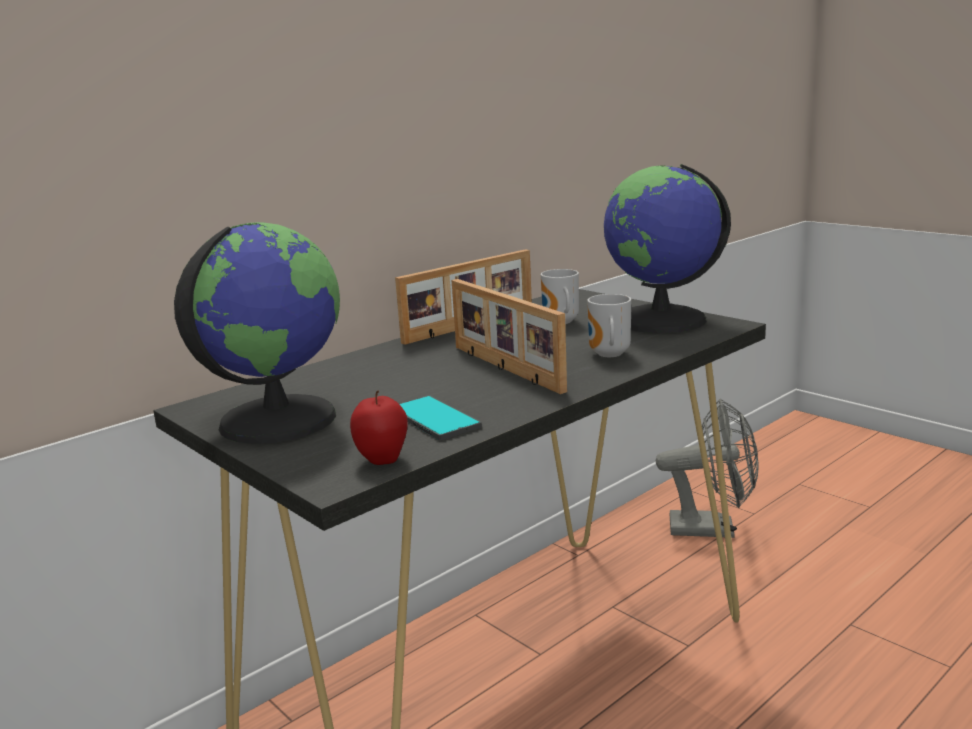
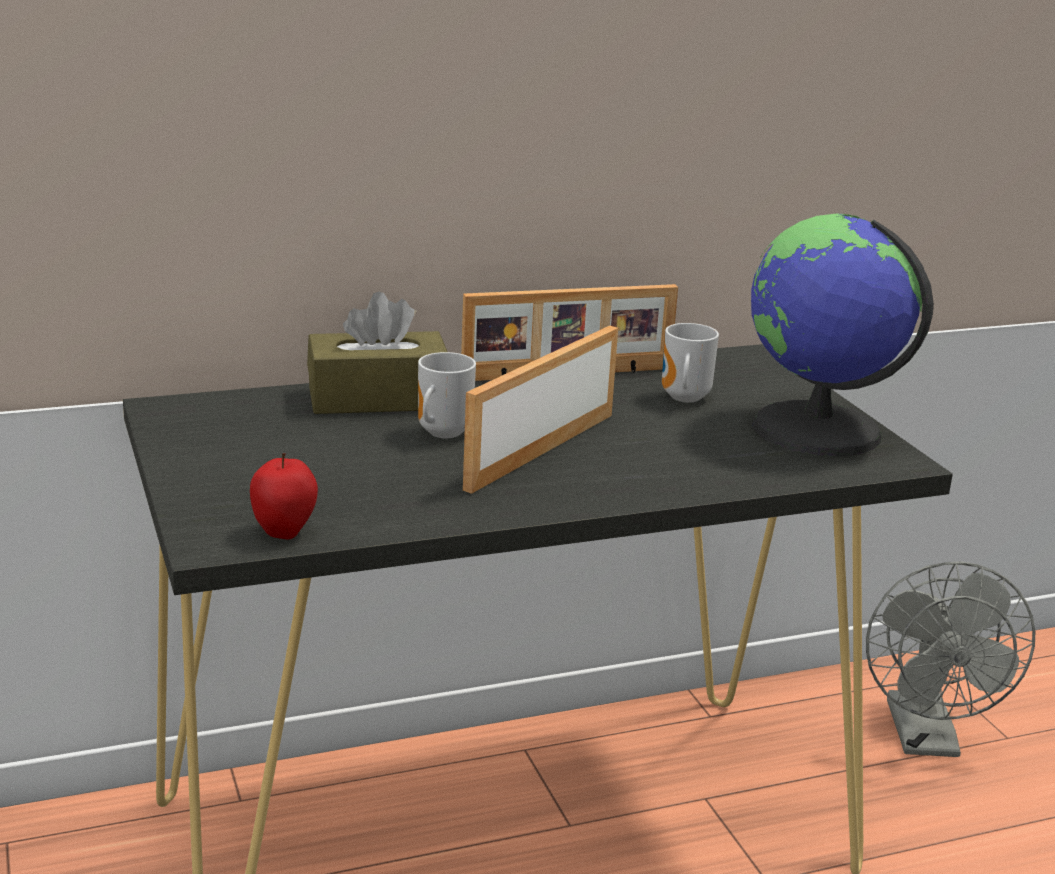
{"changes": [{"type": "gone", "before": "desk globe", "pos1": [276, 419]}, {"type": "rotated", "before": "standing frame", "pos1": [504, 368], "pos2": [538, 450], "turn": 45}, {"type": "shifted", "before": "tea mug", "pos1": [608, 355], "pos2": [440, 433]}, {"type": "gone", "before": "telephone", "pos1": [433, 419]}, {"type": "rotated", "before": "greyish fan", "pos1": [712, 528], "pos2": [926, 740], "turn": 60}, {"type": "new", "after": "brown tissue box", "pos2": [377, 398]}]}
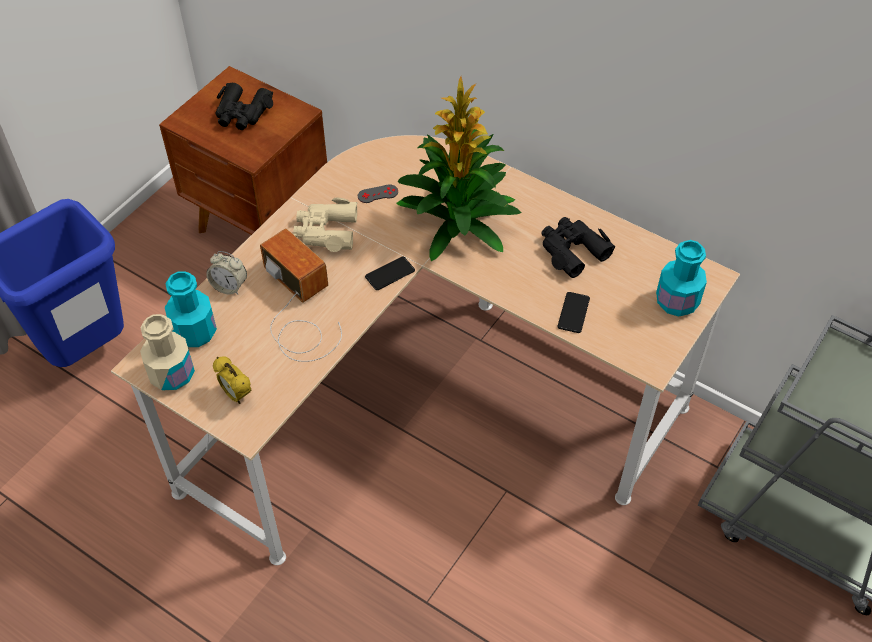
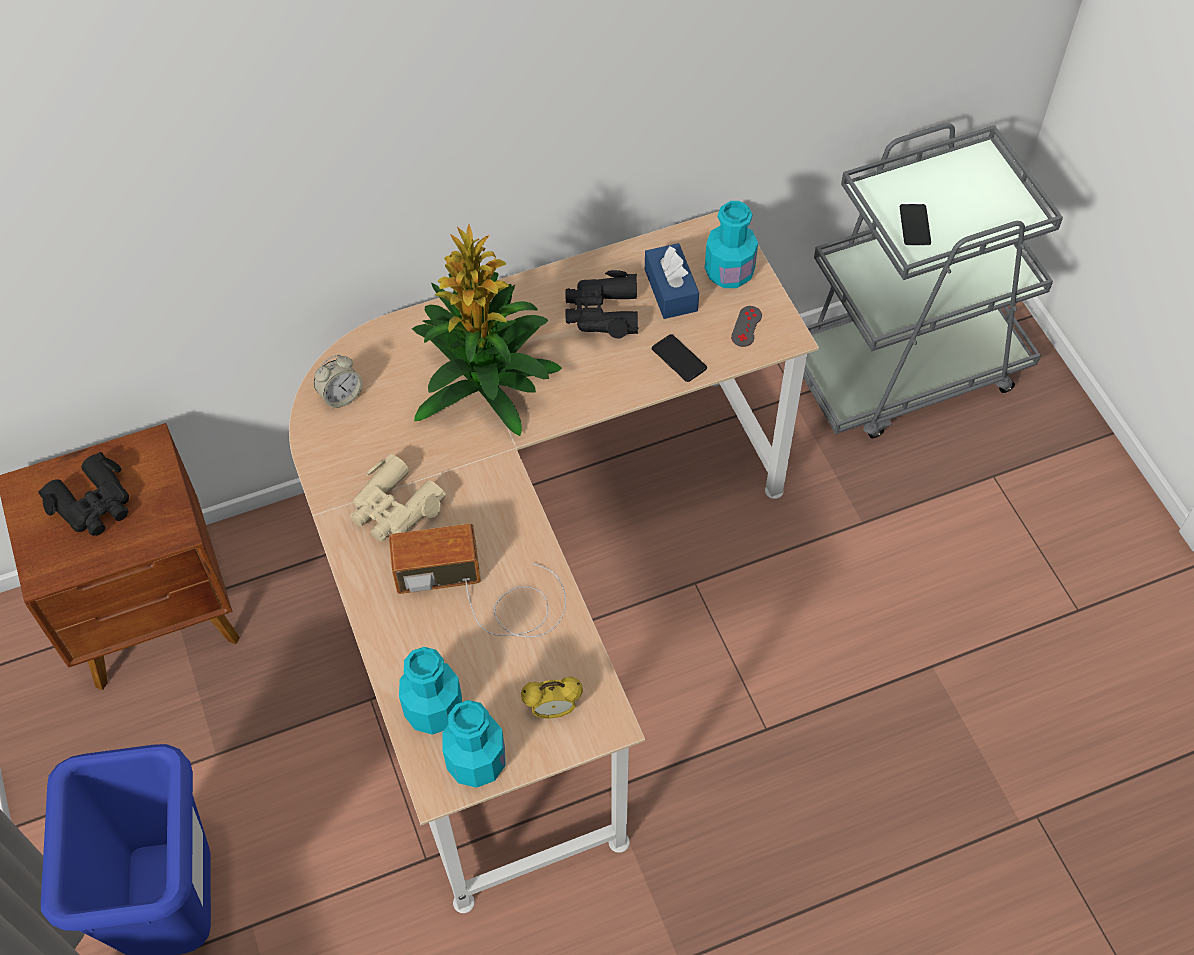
{"changes": [{"type": "shifted", "before": "greyish gamepad", "pos1": [378, 194], "pos2": [746, 326]}, {"type": "shifted", "before": "alarm clock", "pos1": [229, 286], "pos2": [341, 396]}, {"type": "shifted", "before": "telephone", "pos1": [390, 274], "pos2": [914, 225]}, {"type": "repainted", "before": "beige-coloured drink bottle", "after": "turquoise drink bottle", "pos1": [172, 374], "pos2": [476, 761]}, {"type": "new", "after": "blue tissue box", "pos2": [670, 290]}]}
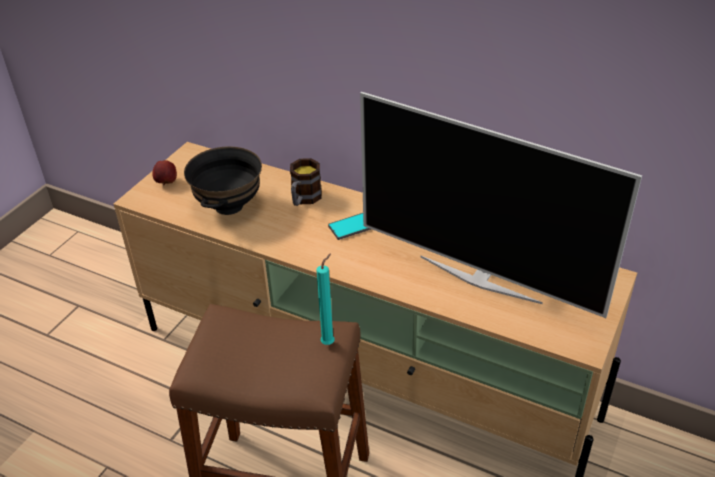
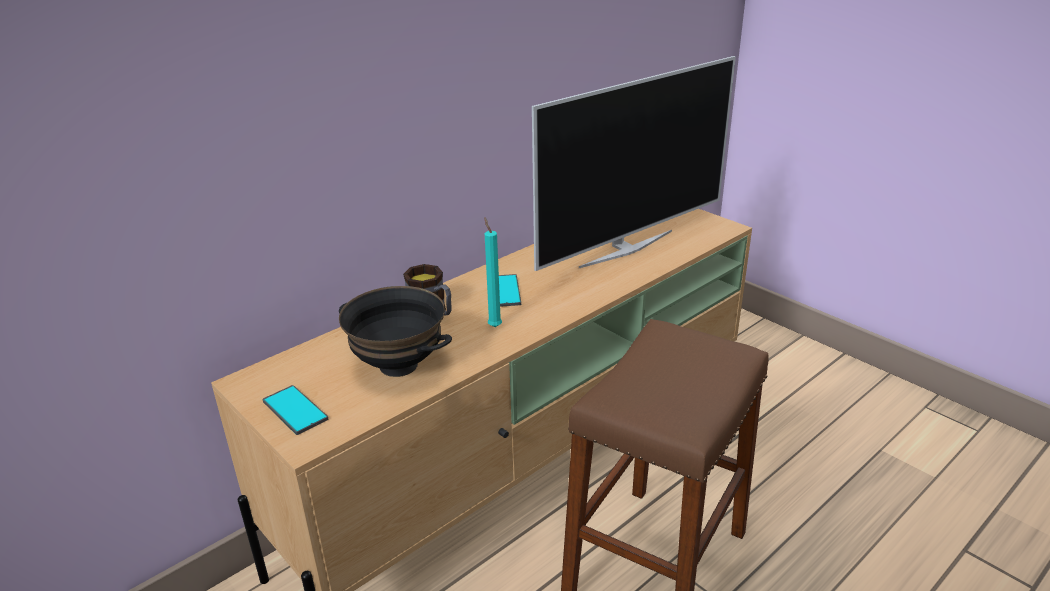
{"changes": [{"type": "swapped", "before": "apple fruit", "after": "telephone", "pos1": [166, 182], "pos2": [295, 410]}, {"type": "shifted", "before": "turquoise candle", "pos1": [329, 342], "pos2": [494, 326]}]}
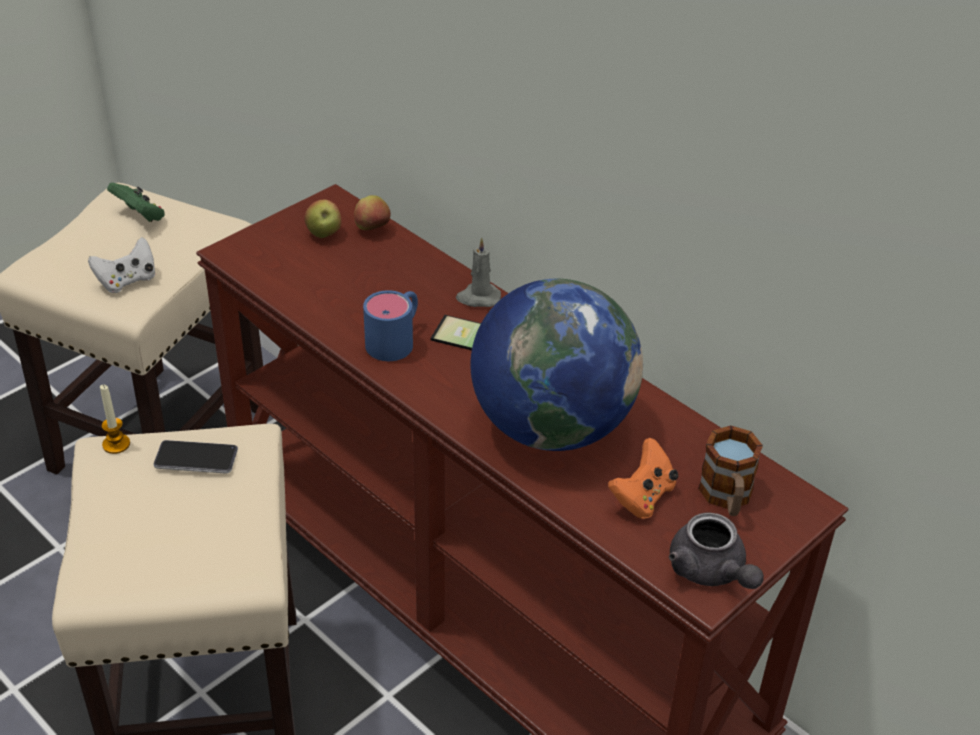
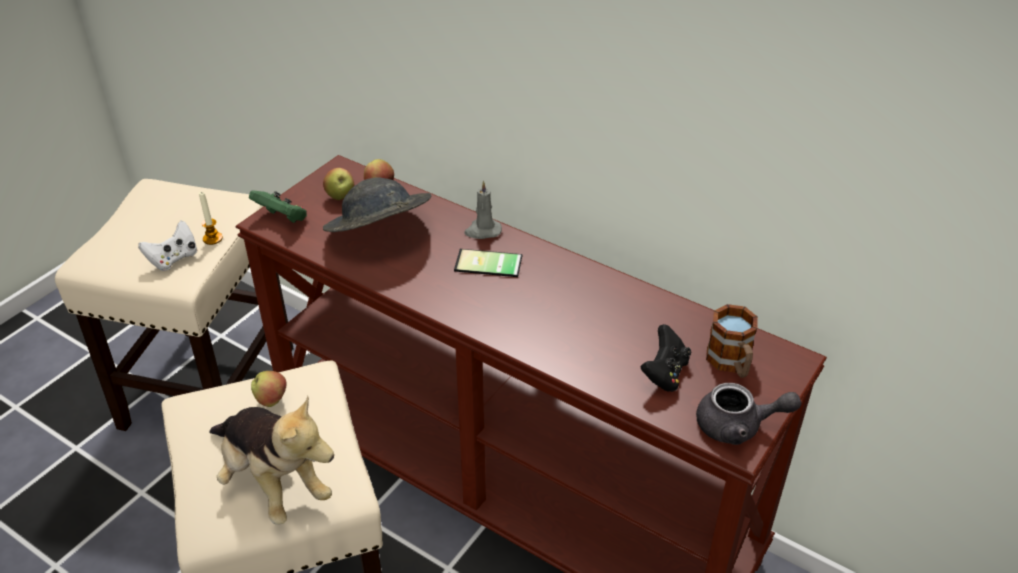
{"changes": [{"type": "shifted", "before": "green gamepad", "pos1": [140, 216], "pos2": [282, 218]}, {"type": "gone", "before": "desk globe", "pos1": [551, 426]}, {"type": "gone", "before": "blue tea mug", "pos1": [396, 339]}, {"type": "shifted", "before": "candle", "pos1": [116, 444], "pos2": [212, 238]}, {"type": "repainted", "before": "orange-coloured gamepad", "after": "black gamepad", "pos1": [643, 497], "pos2": [664, 373]}, {"type": "swapped", "before": "telephone", "after": "apple fruit", "pos1": [196, 458], "pos2": [272, 400]}, {"type": "rotated", "before": "greyish tea pot", "pos1": [711, 572], "pos2": [738, 426], "turn": -45}, {"type": "new", "after": "greyish clothing hat", "pos2": [379, 234]}, {"type": "new", "after": "cuddly toy", "pos2": [273, 482]}]}
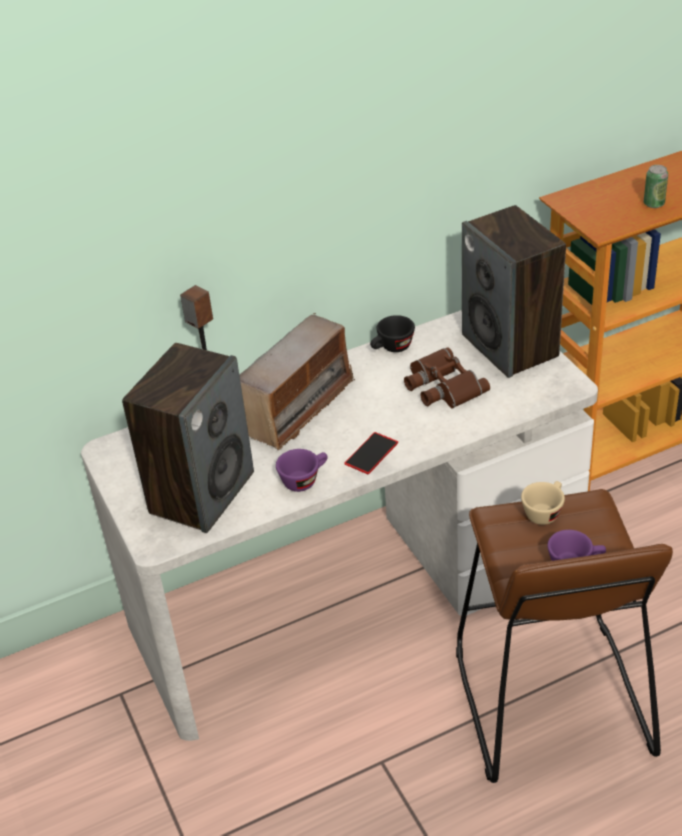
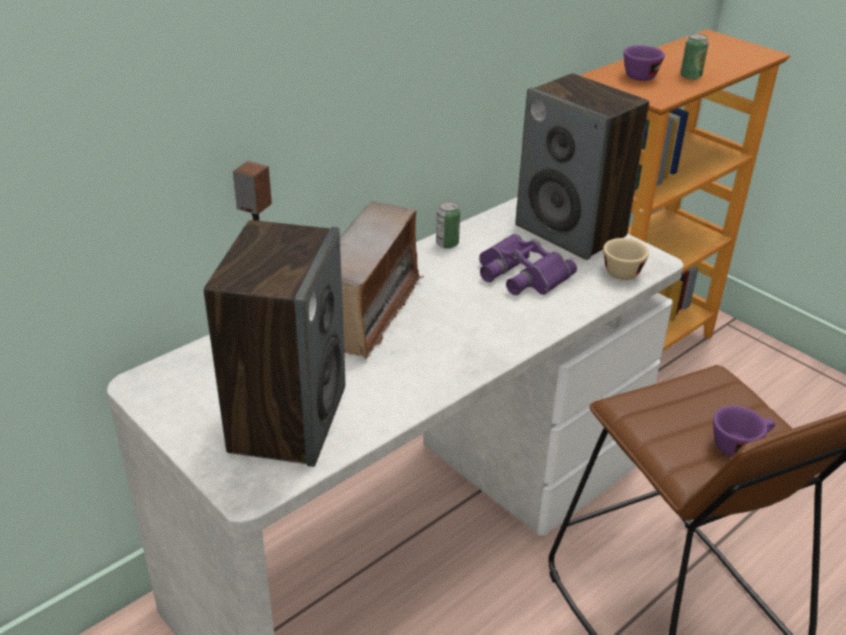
{"changes": [{"type": "swapped", "before": "black cup", "after": "can", "pos1": [392, 348], "pos2": [447, 244]}, {"type": "repainted", "before": "brown binoculars", "after": "purple-coloured binoculars", "pos1": [441, 386], "pos2": [520, 274]}, {"type": "gone", "before": "telephone", "pos1": [371, 453]}, {"type": "shifted", "before": "purple-coloured cup", "pos1": [304, 479], "pos2": [642, 75]}, {"type": "shifted", "before": "beige-coloured cup", "pos1": [544, 511], "pos2": [622, 270]}]}
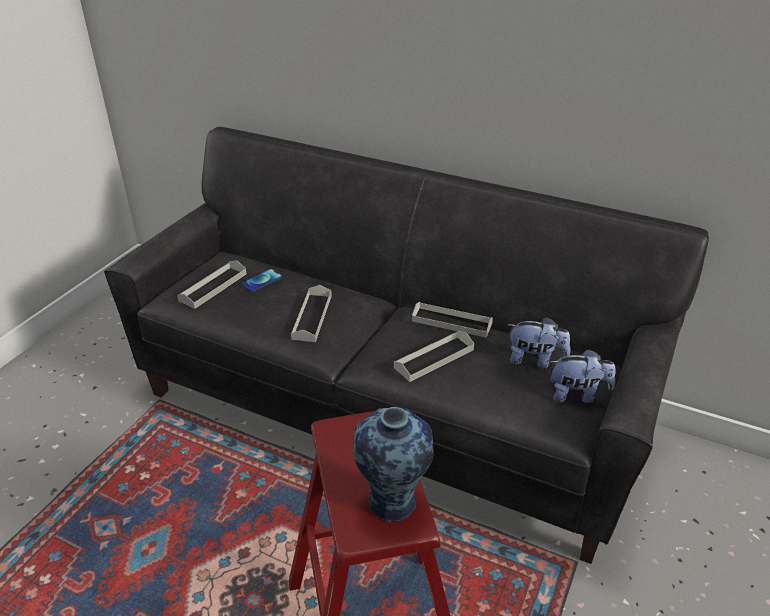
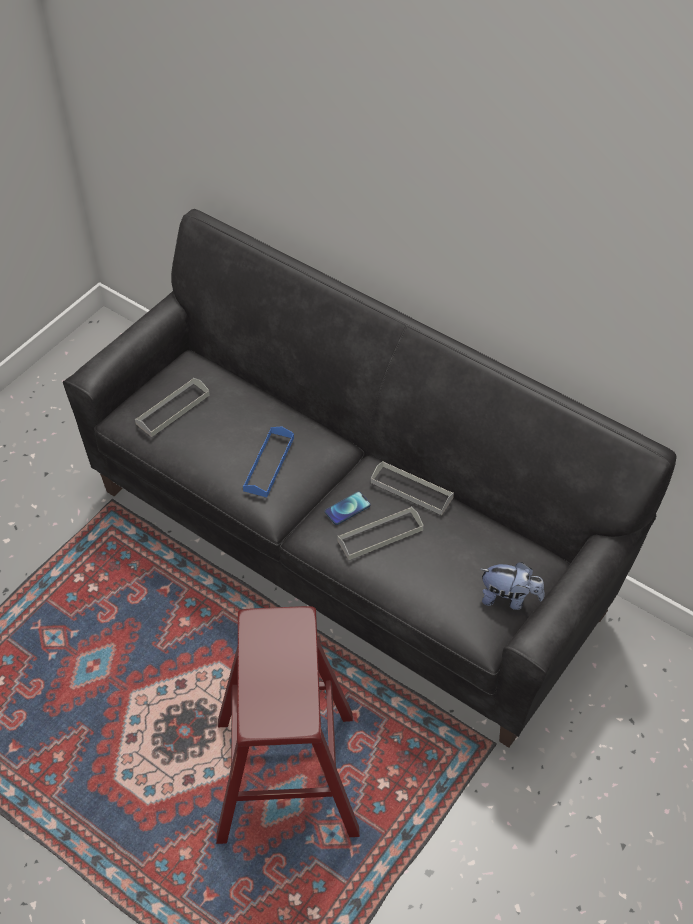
{"changes": [{"type": "shifted", "before": "telephone", "pos1": [262, 281], "pos2": [347, 508]}, {"type": "repainted", "before": "greyish carrying tray", "after": "blue carrying tray", "pos1": [312, 317], "pos2": [269, 464]}, {"type": "gone", "before": "cuddly toy", "pos1": [535, 360]}, {"type": "gone", "before": "vase", "pos1": [392, 504]}]}
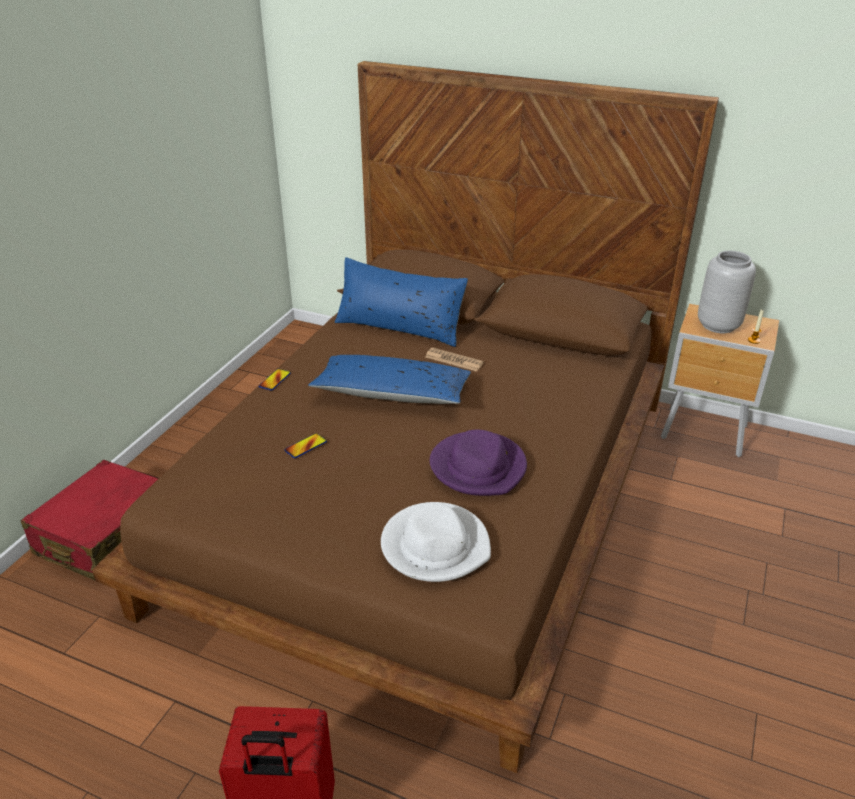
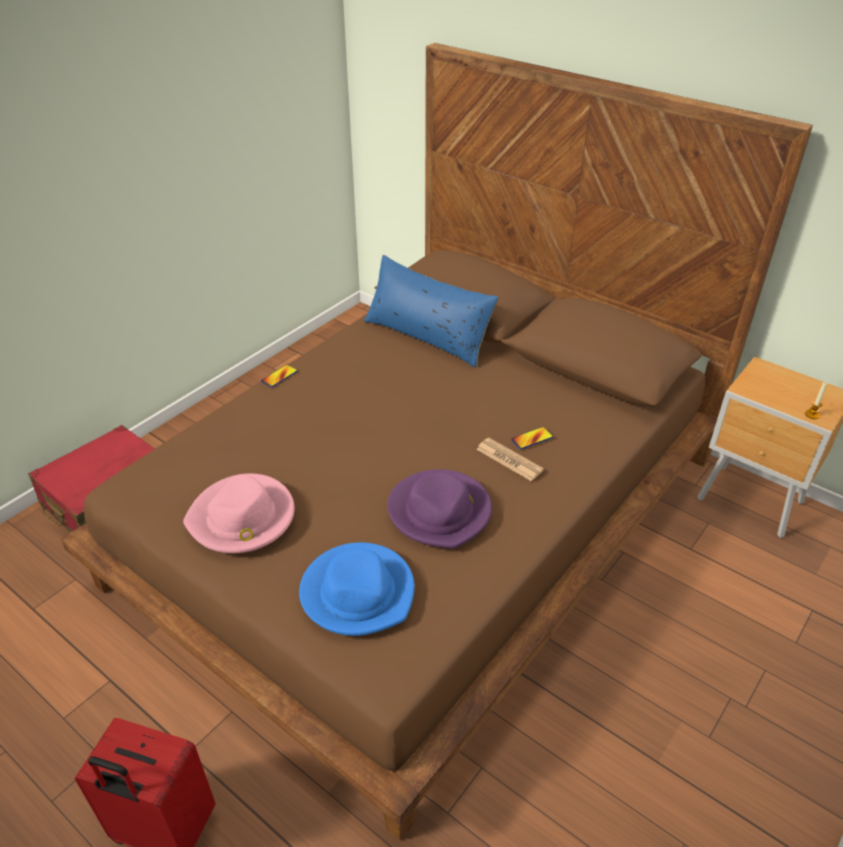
{"changes": [{"type": "gone", "before": "greyish vase", "pos1": [717, 325]}, {"type": "shifted", "before": "newspaper", "pos1": [454, 360], "pos2": [509, 460]}, {"type": "gone", "before": "blue pillow", "pos1": [392, 393]}, {"type": "shifted", "before": "telephone", "pos1": [305, 446], "pos2": [532, 439]}, {"type": "repainted", "before": "white clothing hat", "after": "blue clothing hat", "pos1": [435, 545], "pos2": [358, 592]}, {"type": "new", "after": "pink clothing hat", "pos2": [242, 518]}]}
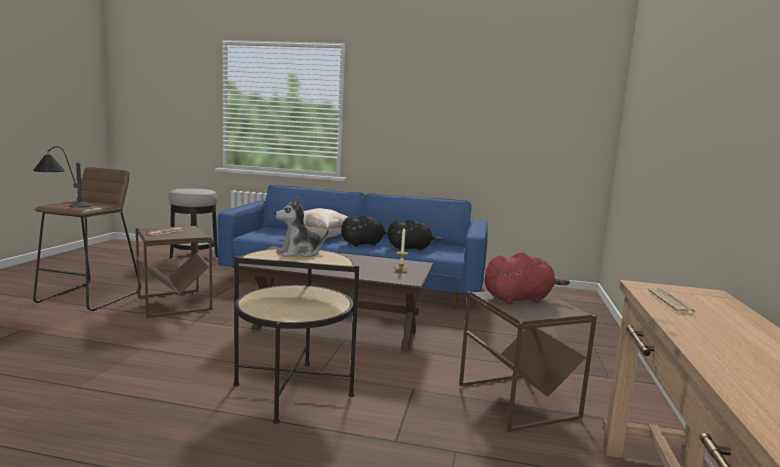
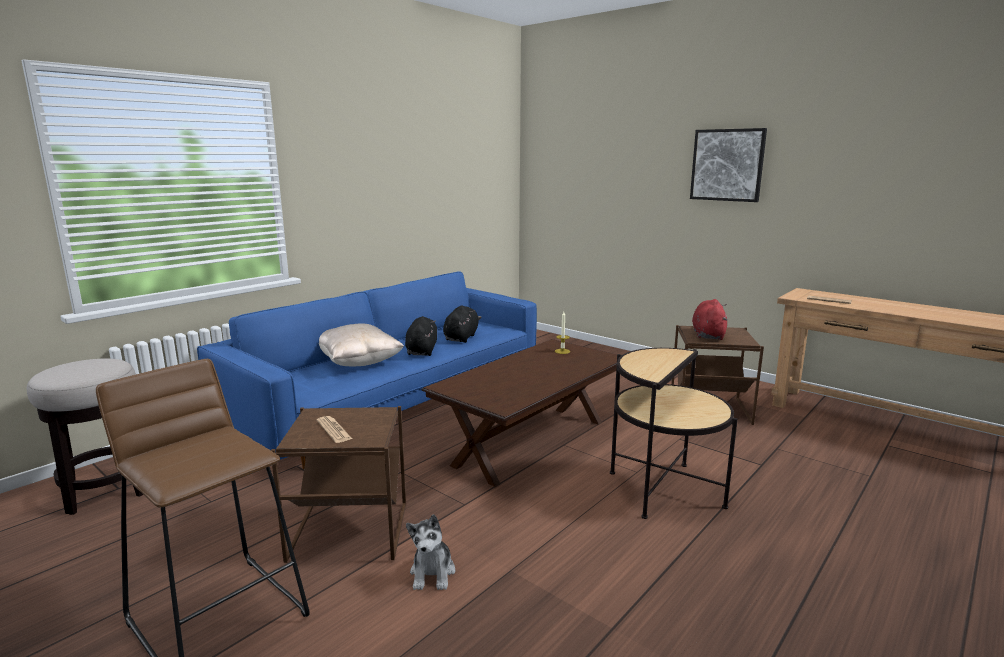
{"changes": [{"type": "gone", "before": "lamp for a table", "pos1": [62, 204]}, {"type": "shifted", "before": "cuddly toy", "pos1": [300, 253], "pos2": [433, 573]}, {"type": "new", "after": "wall art", "pos2": [727, 165]}]}
